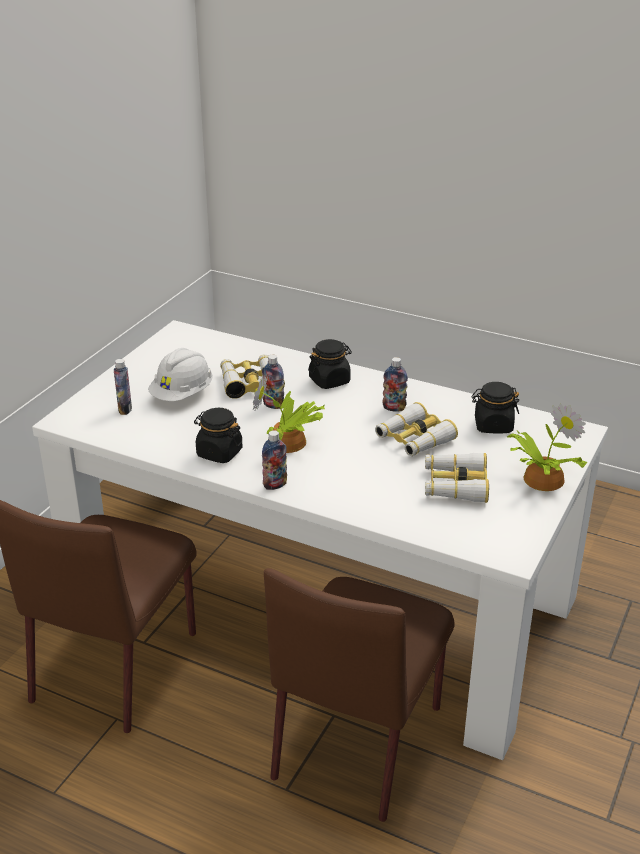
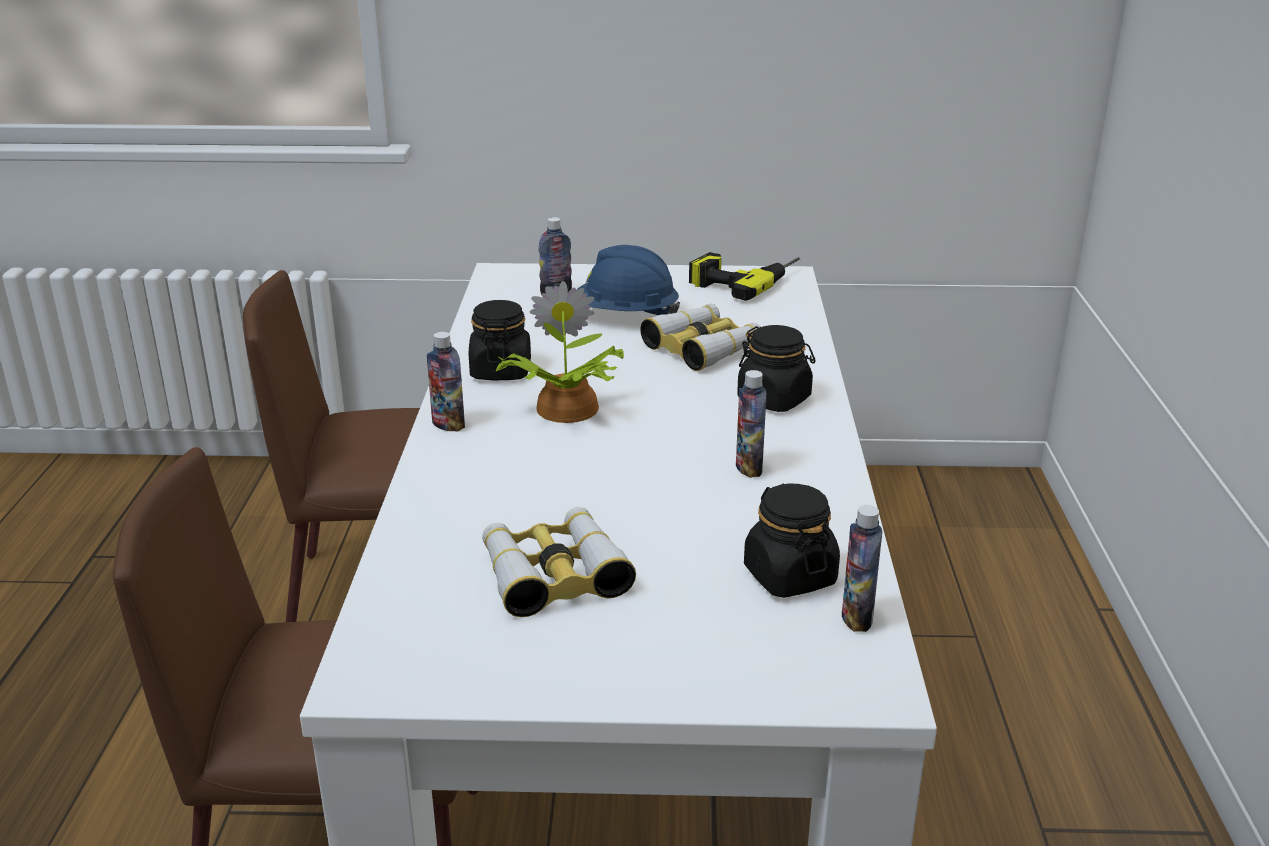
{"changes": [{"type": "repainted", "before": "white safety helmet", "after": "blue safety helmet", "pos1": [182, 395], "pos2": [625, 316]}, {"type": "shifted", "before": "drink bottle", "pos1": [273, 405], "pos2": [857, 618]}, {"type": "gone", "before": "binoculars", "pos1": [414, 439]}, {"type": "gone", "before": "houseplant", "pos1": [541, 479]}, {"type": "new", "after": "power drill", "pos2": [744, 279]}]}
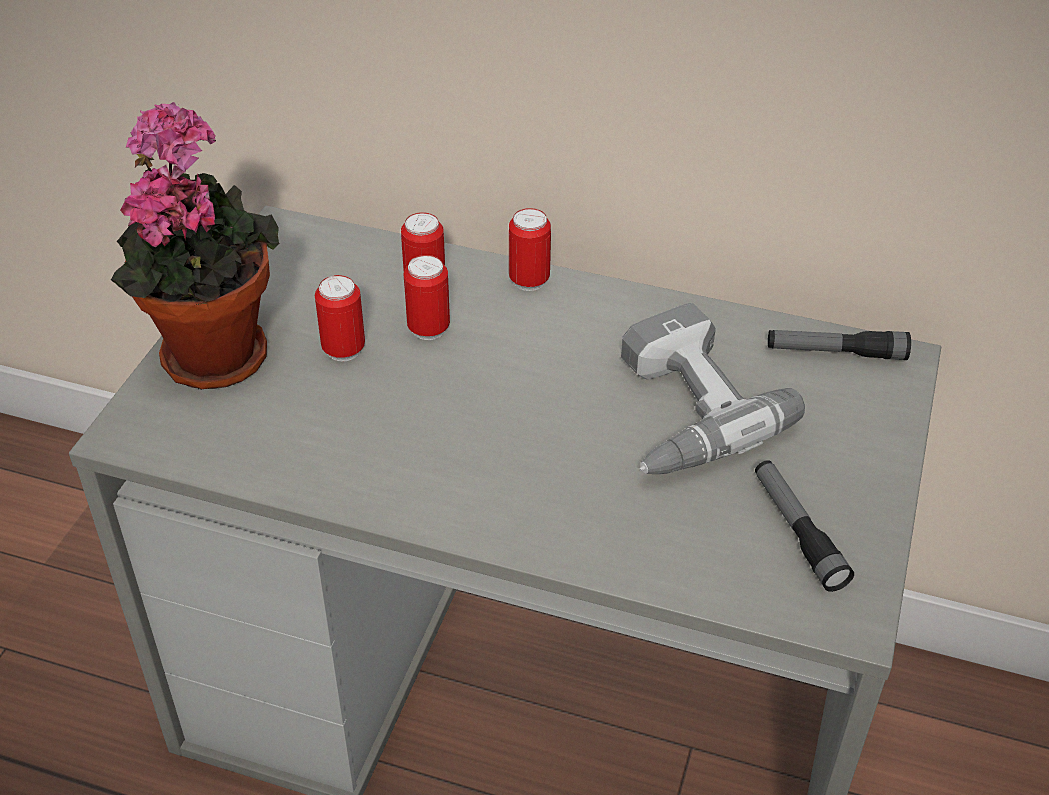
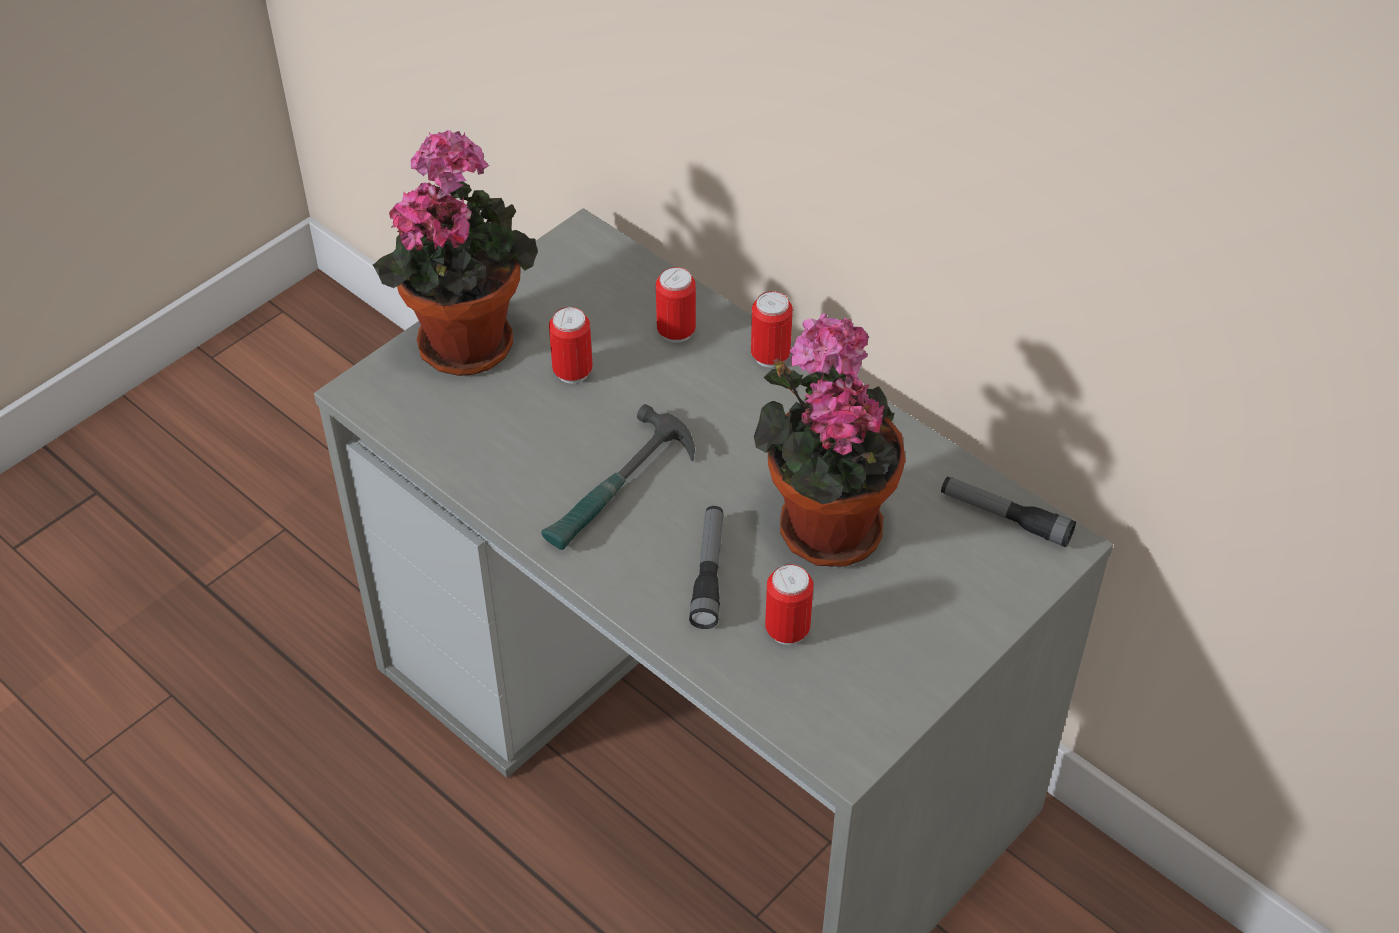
{"changes": [{"type": "shifted", "before": "can", "pos1": [428, 329], "pos2": [787, 630]}, {"type": "swapped", "before": "power drill", "after": "houseplant", "pos1": [678, 410], "pos2": [823, 523]}, {"type": "shifted", "before": "torch", "pos1": [797, 532], "pos2": [709, 573]}, {"type": "new", "after": "hammer", "pos2": [619, 490]}]}
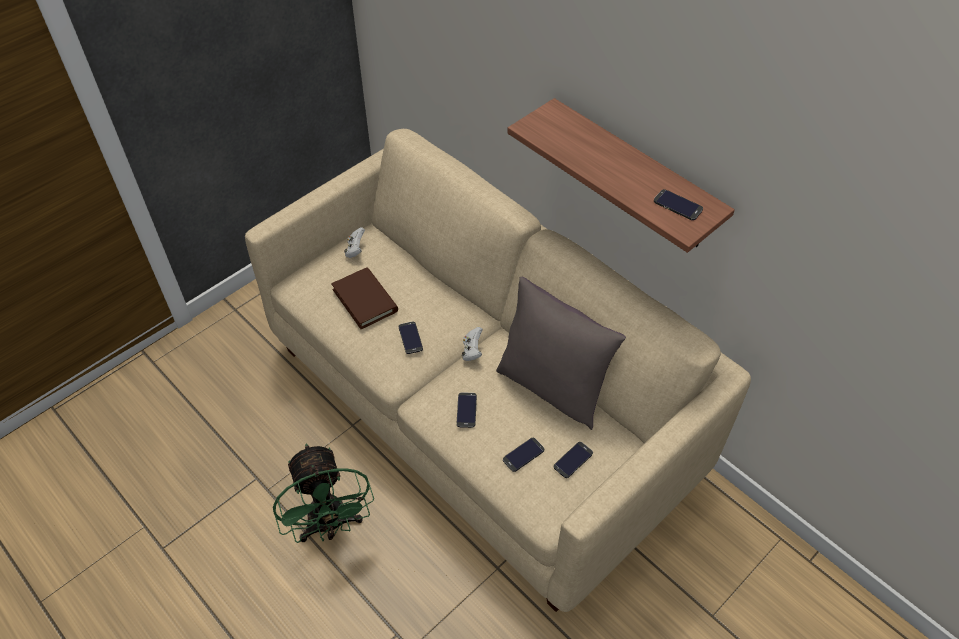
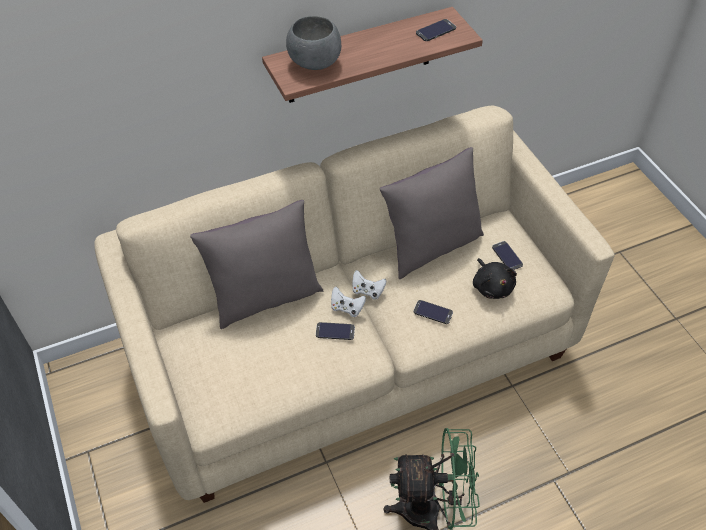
{"changes": [{"type": "shifted", "before": "white gamepad", "pos1": [355, 250], "pos2": [347, 308]}, {"type": "gone", "before": "brown volume", "pos1": [365, 300]}, {"type": "swapped", "before": "telephone", "after": "black cuddly toy", "pos1": [523, 454], "pos2": [492, 286]}, {"type": "new", "after": "greyish serving bowl", "pos2": [314, 62]}, {"type": "new", "after": "greyish pillow", "pos2": [265, 297]}]}
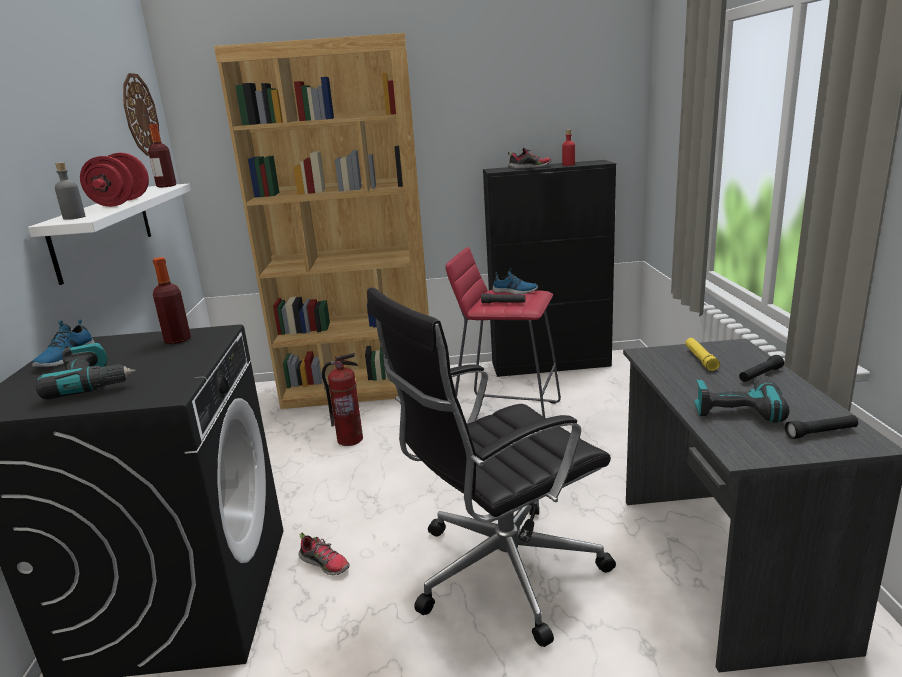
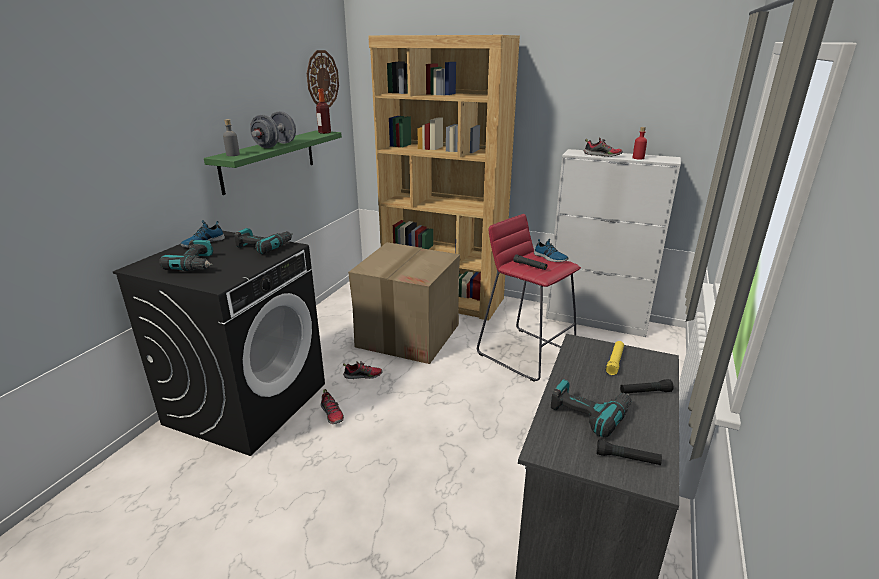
{"changes": [{"type": "repainted", "before": "red-coloured free weight", "after": "greyish free weight", "pos1": [121, 203], "pos2": [275, 145]}, {"type": "repainted", "before": "black cupboard", "after": "white cupboard", "pos1": [551, 364], "pos2": [596, 320]}, {"type": "repainted", "before": "white wall shelf", "after": "green wall shelf", "pos1": [104, 230], "pos2": [269, 160]}, {"type": "swapped", "before": "drink bottle", "after": "power drill", "pos1": [177, 340], "pos2": [264, 246]}, {"type": "gone", "before": "black desk chair", "pos1": [500, 572]}, {"type": "swapped", "before": "extinguisher", "after": "packing box", "pos1": [350, 439], "pos2": [409, 335]}, {"type": "new", "after": "shoe", "pos2": [363, 375]}]}
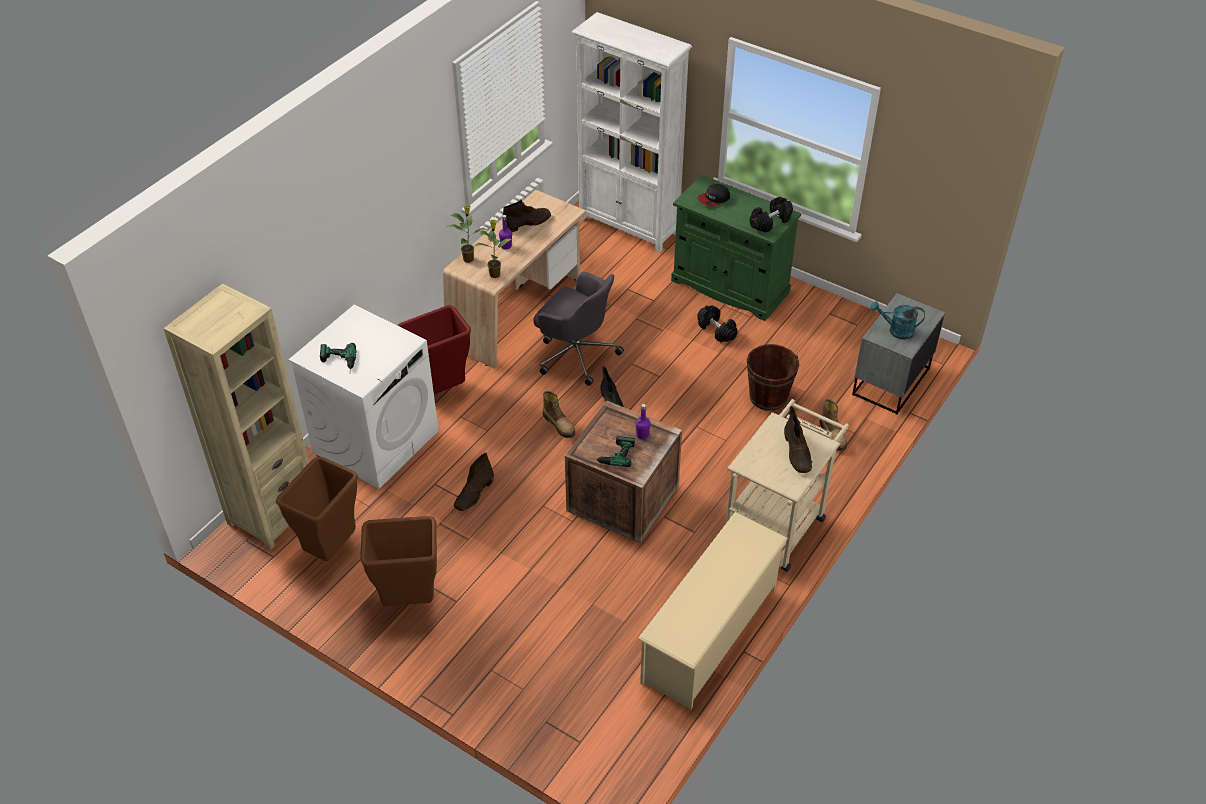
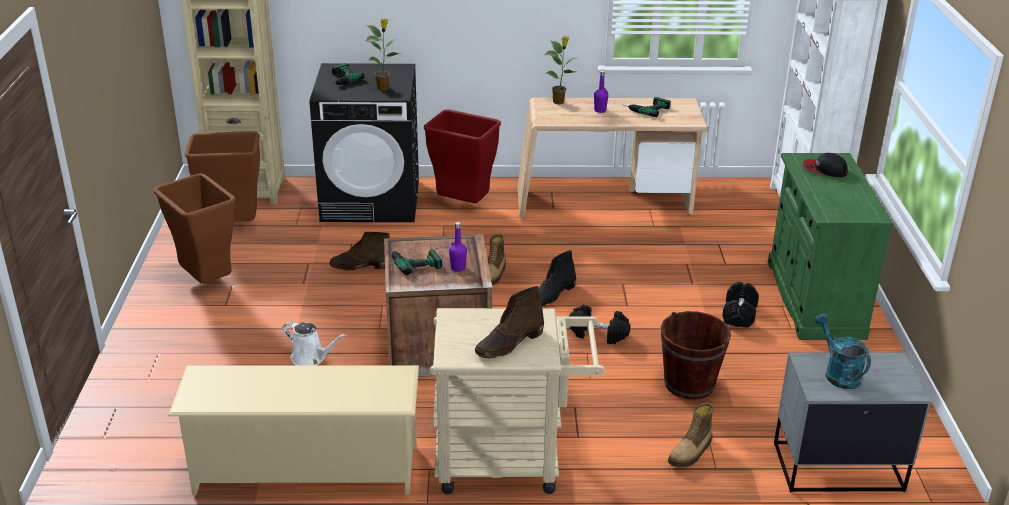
{"changes": [{"type": "shifted", "before": "black free weight", "pos1": [770, 222], "pos2": [598, 334]}, {"type": "swapped", "before": "brown boot", "after": "power drill", "pos1": [527, 222], "pos2": [645, 109]}, {"type": "shifted", "before": "houseplant", "pos1": [495, 274], "pos2": [383, 88]}, {"type": "gone", "before": "greyish desk chair", "pos1": [576, 354]}, {"type": "repainted", "before": "white laundry machine", "after": "black laundry machine", "pos1": [376, 441], "pos2": [371, 200]}, {"type": "new", "after": "white watering pot", "pos2": [311, 358]}]}
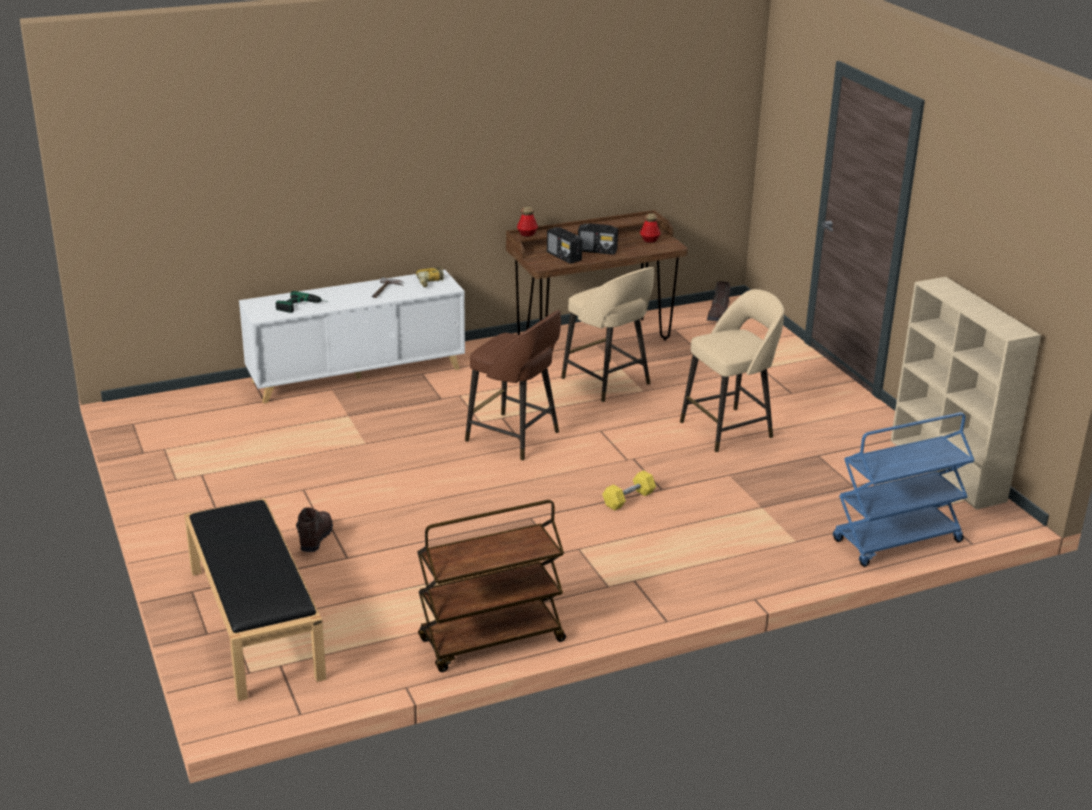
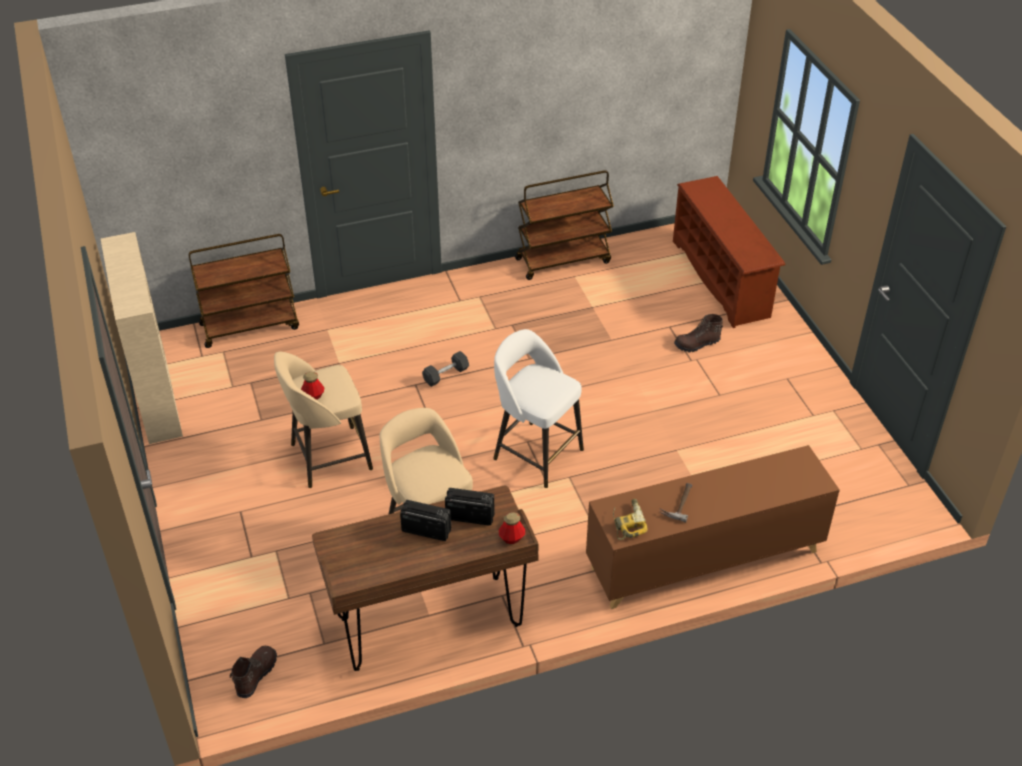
{"changes": [{"type": "shifted", "before": "drink bottle", "pos1": [649, 240], "pos2": [313, 396]}, {"type": "rotated", "before": "radio", "pos1": [564, 257], "pos2": [469, 516], "turn": -45}, {"type": "repainted", "before": "white cupboard", "after": "brown cupboard", "pos1": [357, 375], "pos2": [703, 560]}, {"type": "gone", "before": "power drill", "pos1": [303, 306]}, {"type": "repainted", "before": "brown stool seat", "after": "white stool seat", "pos1": [515, 437], "pos2": [536, 453]}, {"type": "repainted", "before": "blue cart", "after": "brown cart", "pos1": [896, 542], "pos2": [250, 326]}, {"type": "repainted", "before": "yellow free weight", "after": "greyish free weight", "pos1": [628, 499], "pos2": [446, 375]}, {"type": "swapped", "before": "black indoor bench", "after": "brown shoe rack", "pos1": [253, 621], "pos2": [722, 279]}, {"type": "rotated", "before": "brown boot", "pos1": [315, 538], "pos2": [697, 344], "turn": 60}]}
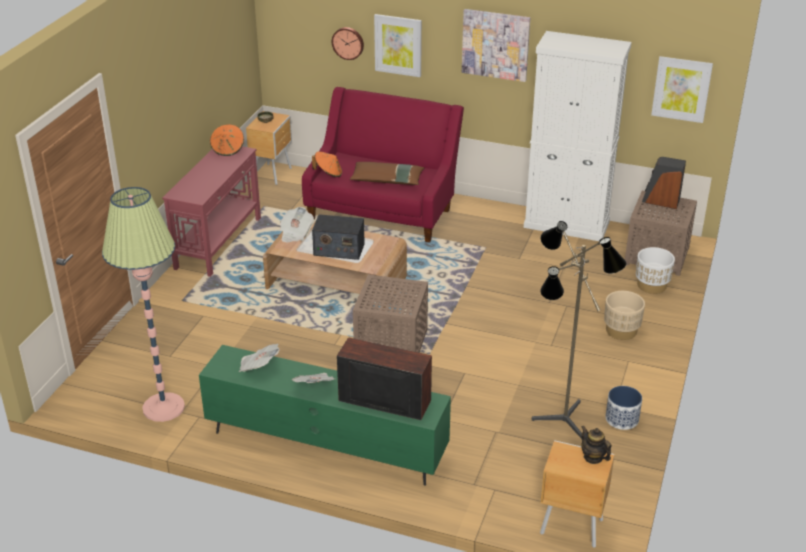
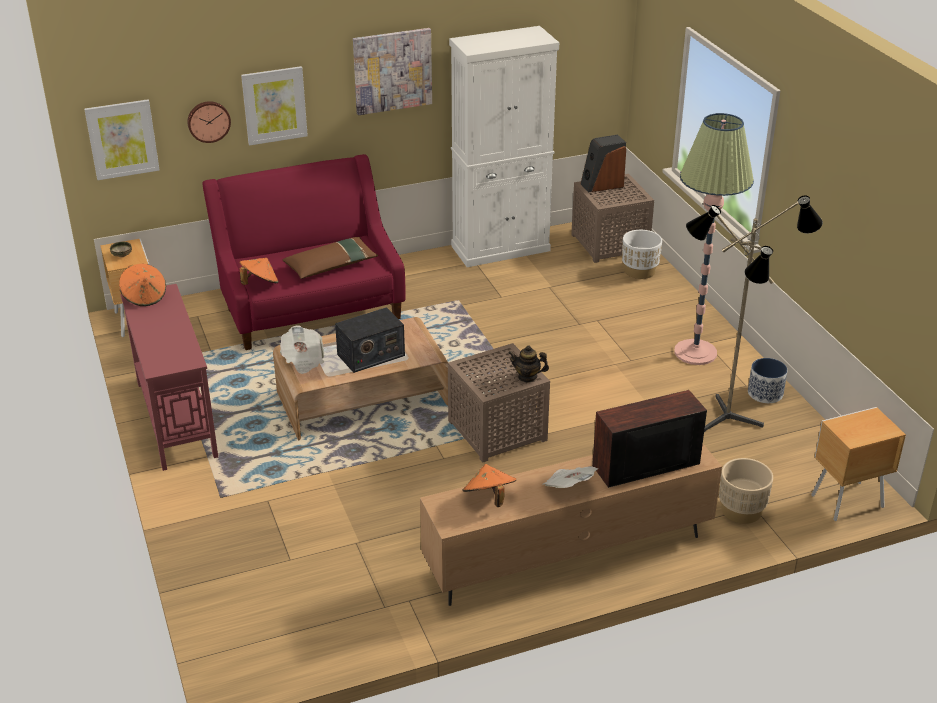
{"changes": [{"type": "shifted", "before": "wall art", "pos1": [681, 89], "pos2": [122, 139]}, {"type": "shifted", "before": "standard lamp", "pos1": [163, 407], "pos2": [695, 352]}, {"type": "shifted", "before": "beige-coloured planter", "pos1": [621, 331], "pos2": [741, 510]}, {"type": "swapped", "before": "newspaper", "after": "orange-coloured clothing hat", "pos1": [259, 367], "pos2": [489, 498]}, {"type": "repainted", "before": "green tv unit", "after": "brown tv unit", "pos1": [326, 445], "pos2": [568, 554]}, {"type": "shifted", "before": "tea pot", "pos1": [593, 457], "pos2": [527, 377]}]}
